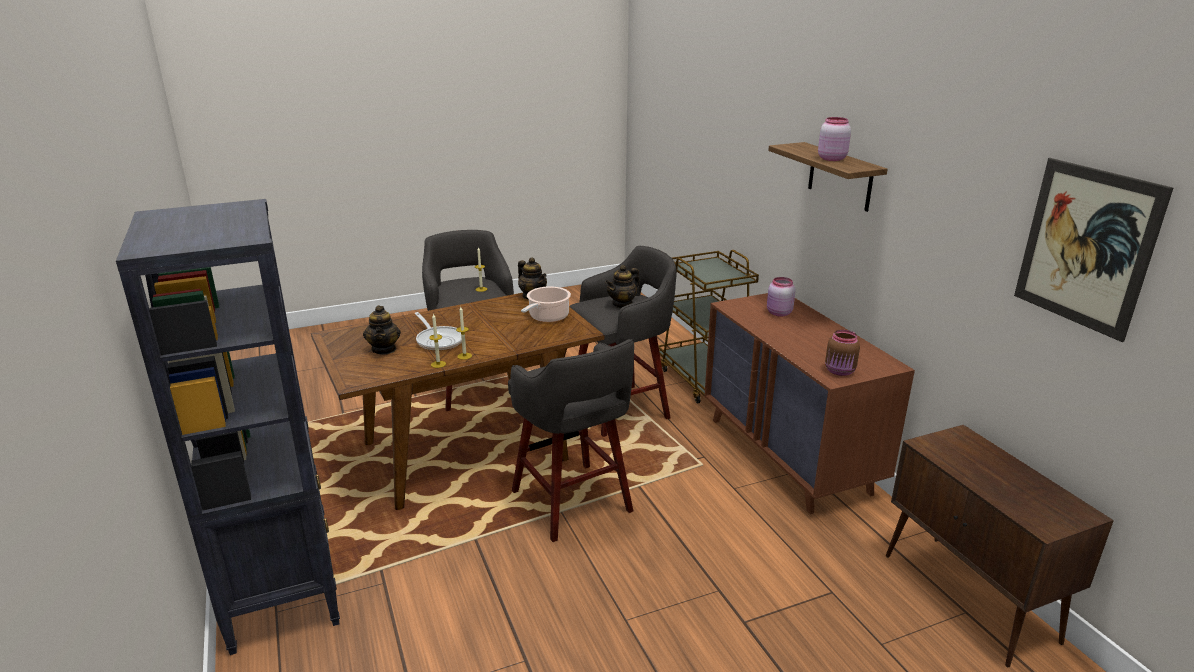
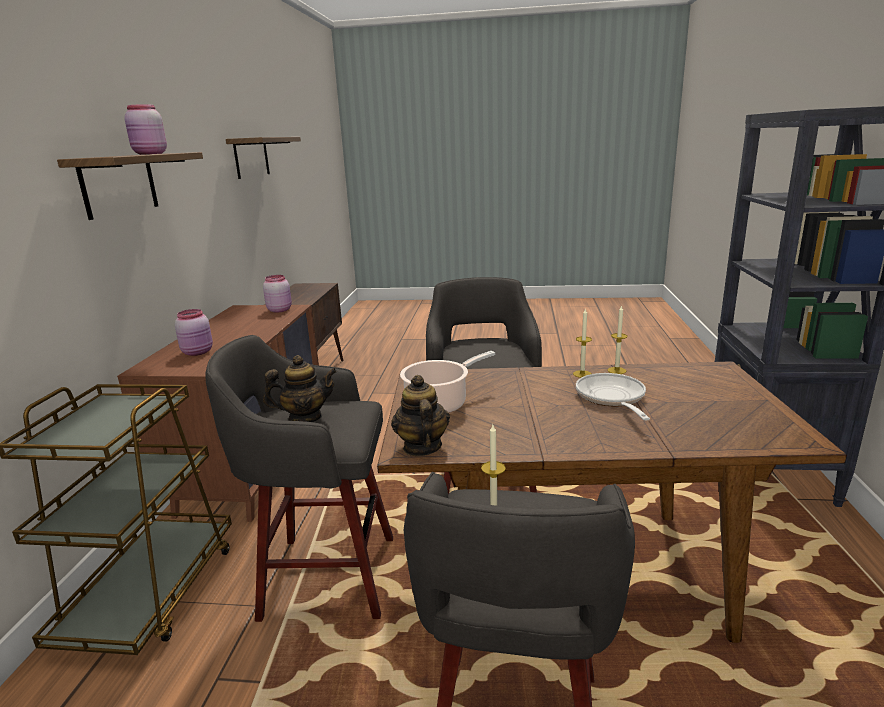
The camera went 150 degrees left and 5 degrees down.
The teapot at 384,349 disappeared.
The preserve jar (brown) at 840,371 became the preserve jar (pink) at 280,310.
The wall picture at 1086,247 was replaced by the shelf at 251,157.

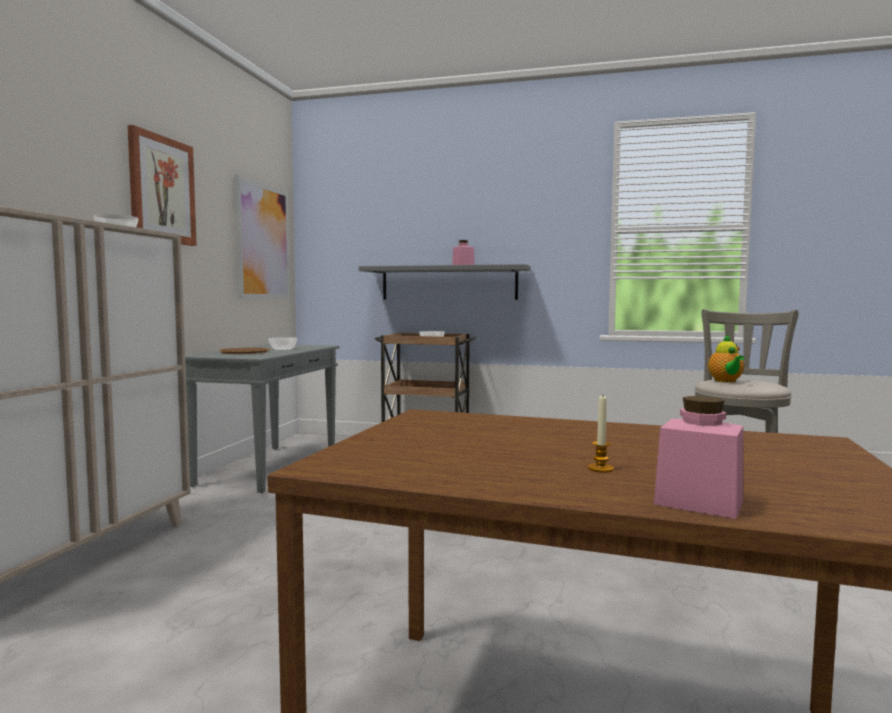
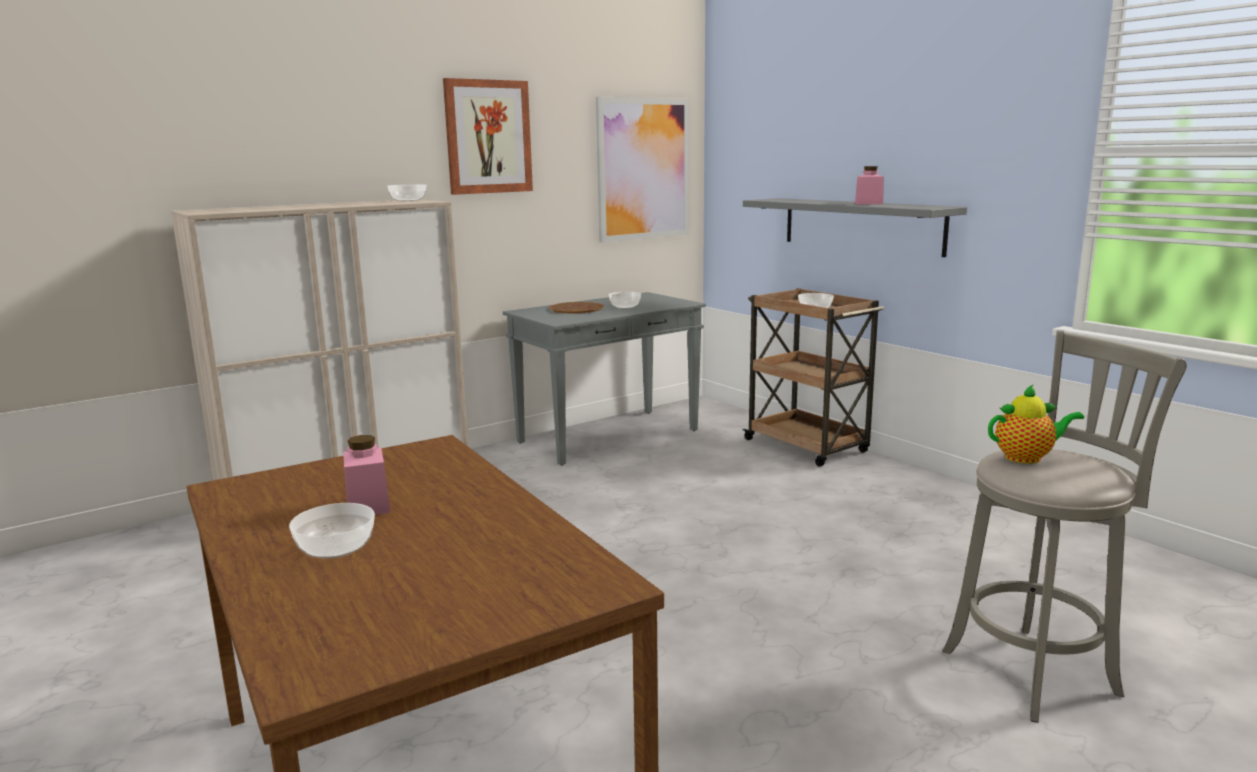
The camera went 40 degrees right and 10 degrees up.
The wax candle at 600,469 was replaced by the bowl at 336,547.
The preserve jar (pink) moved from 698,502 to 368,506.
The teapot at 726,381 turned 135 degrees counterclockwise.

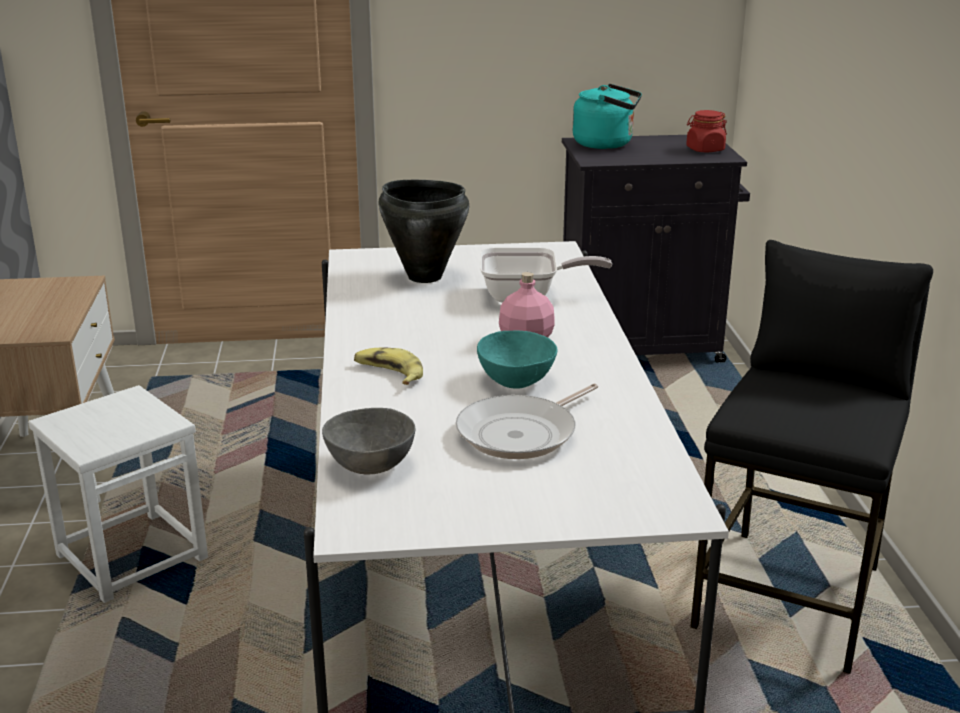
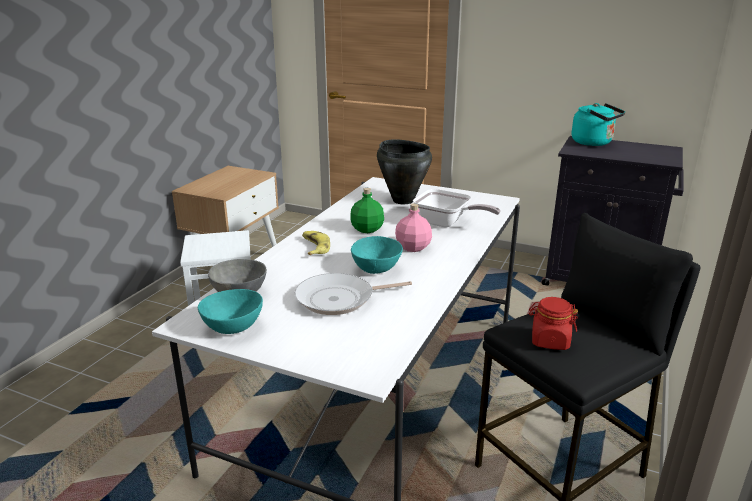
The camera went 30 degrees right and 0 degrees up.
The preserve jar (red) moved from 705,150 to 549,341.
The bowl (turquoise-coloured) at 234,328 appeared.
The beverage bottle (green-coloured) at 367,229 appeared.

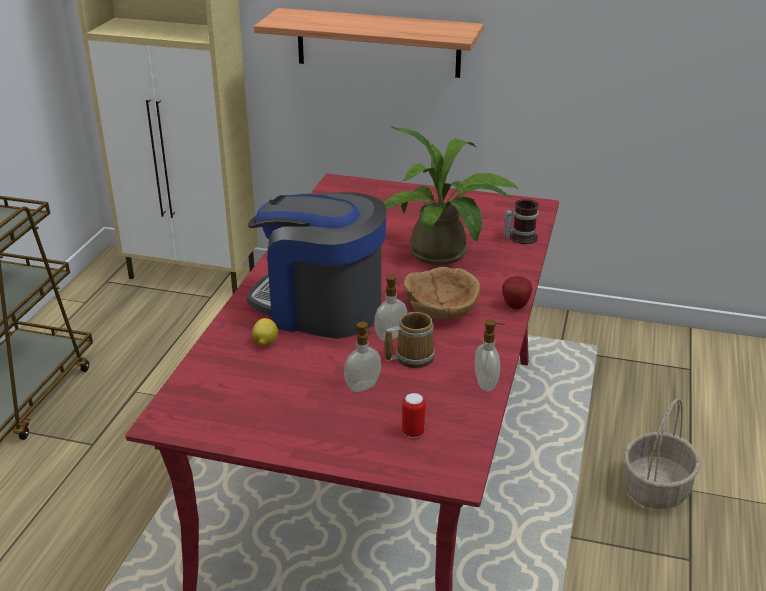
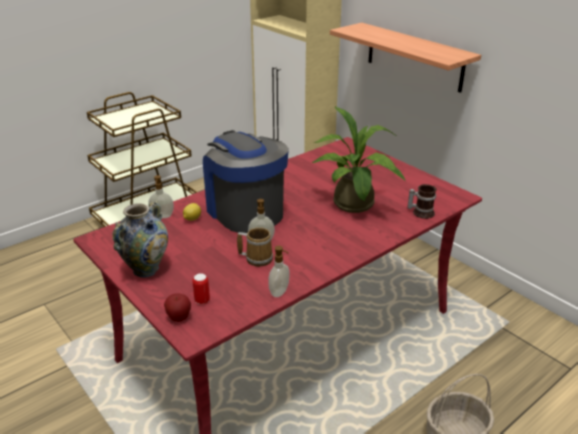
The camera went 35 degrees right and 0 degrees up.
The soap dispenser moved from 363,387 to 162,216.
The bowl (brown) at 441,308 disappeared.
The apple moved from 515,306 to 179,318.
The vase at 146,269 appeared.

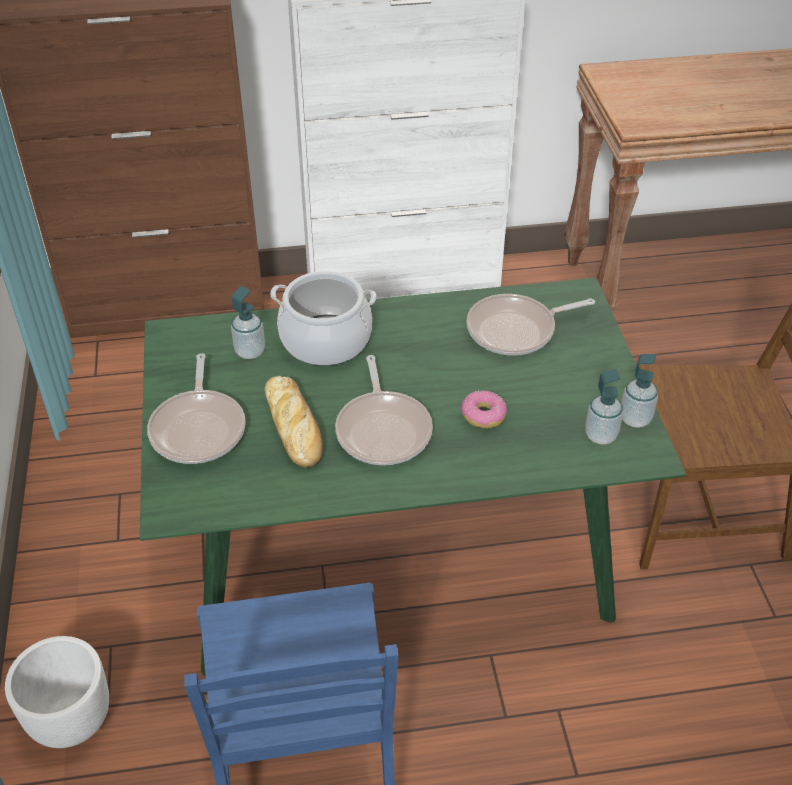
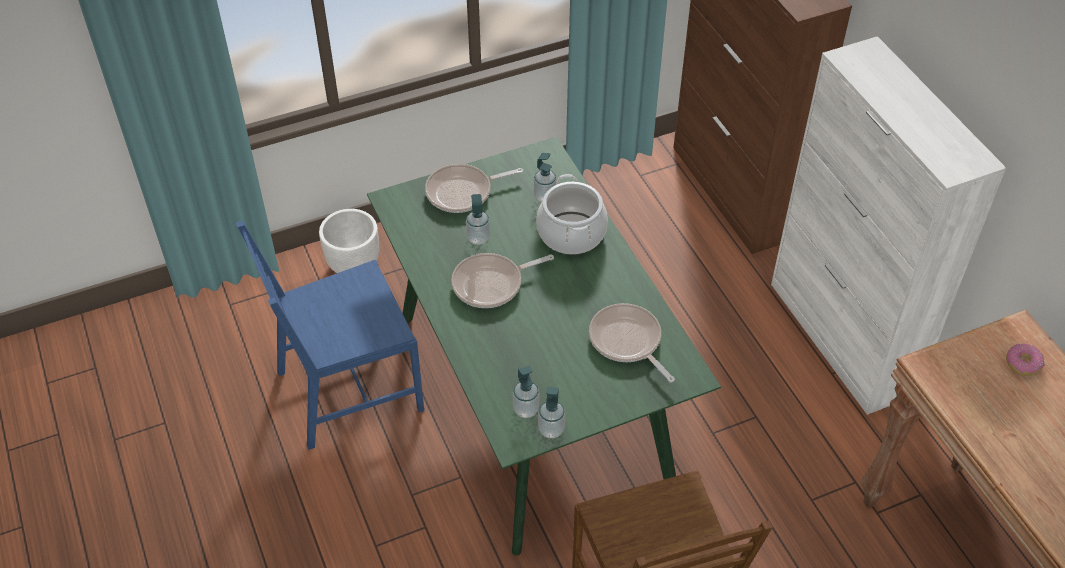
The camera went 75 degrees right and 5 degrees up.
The bread at 294,428 was replaced by the soap dispenser at 478,238.
The ring doughnut moved from 483,415 to 1022,363.

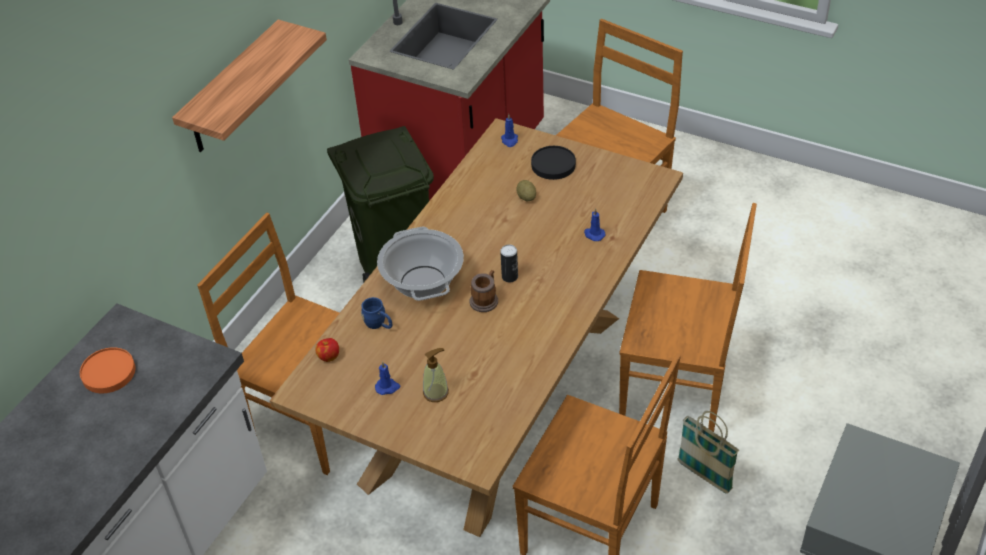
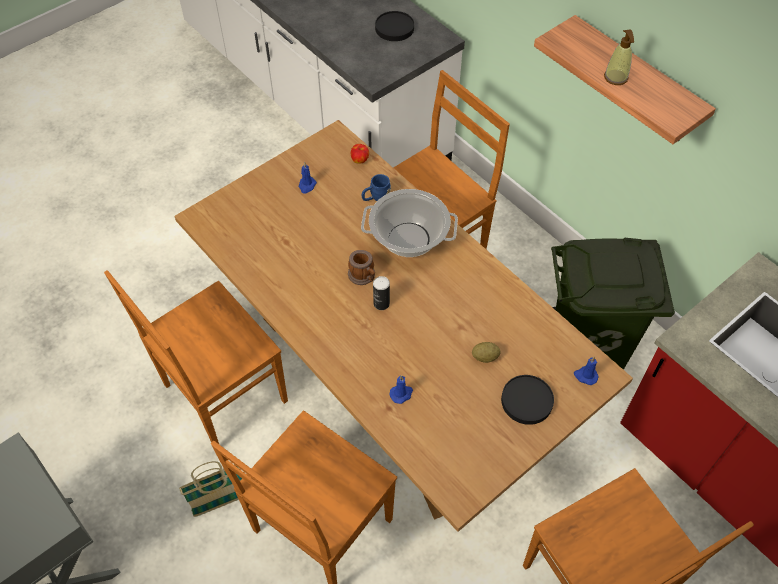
The camera went 110 degrees right and 10 degrees up.
The plate (orangey) at 109,372 became the plate (black) at 394,28.
The soap dispenser moved from 436,392 to 616,77.

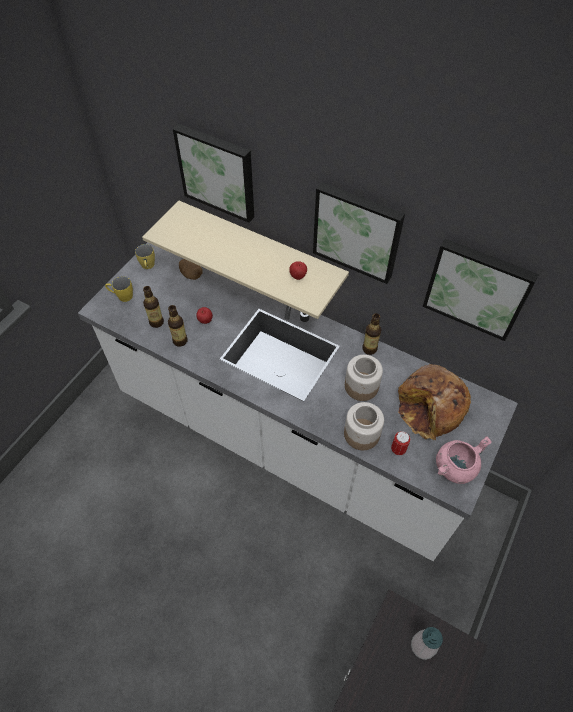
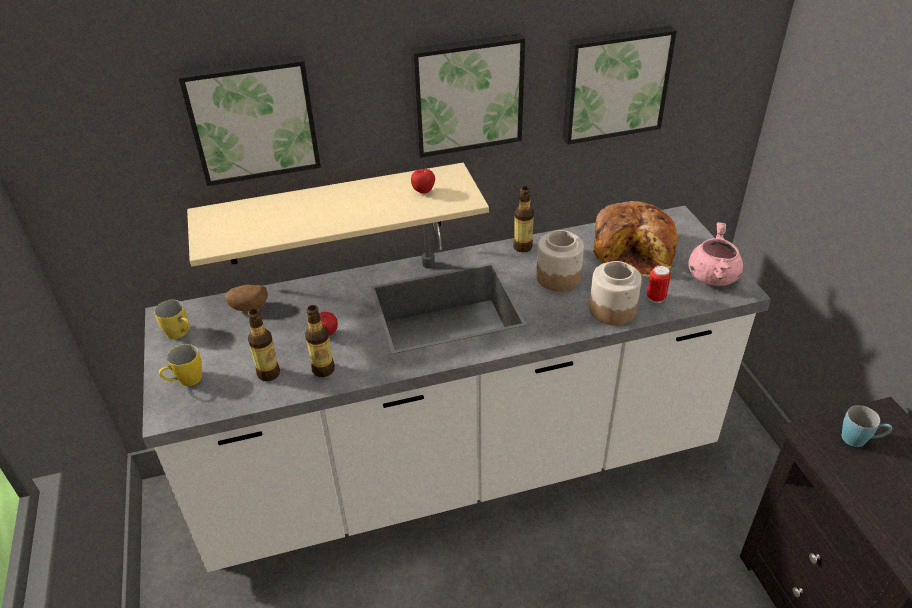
The camera went 45 degrees left and 15 degrees down.
The soap dispenser at 423,646 was replaced by the tea mug (blue-coloured) at 860,440.

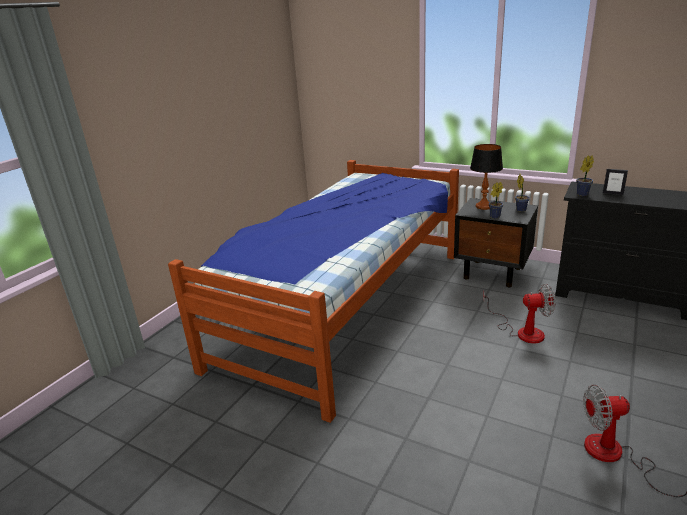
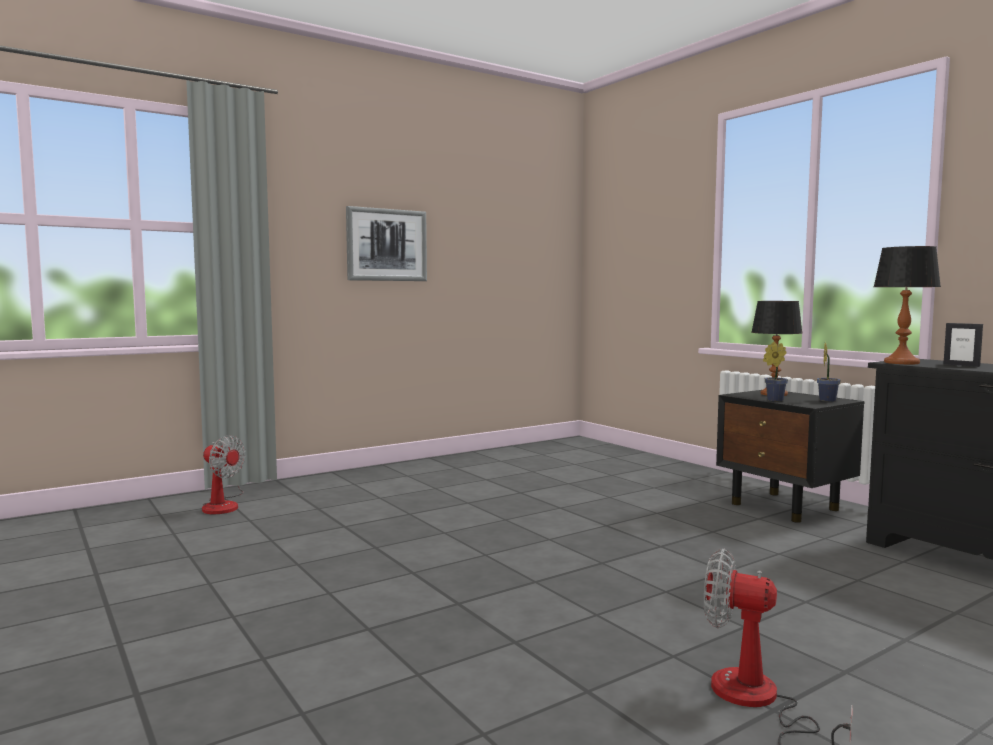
The camera went 25 degrees right and 20 degrees down.
The bed at 344,305 disappeared.
The cooling fan moved from 522,331 to 223,505.
The houseplant at 581,195 was replaced by the tabletop lamp at 902,362.
The wall picture at 387,245 appeared.

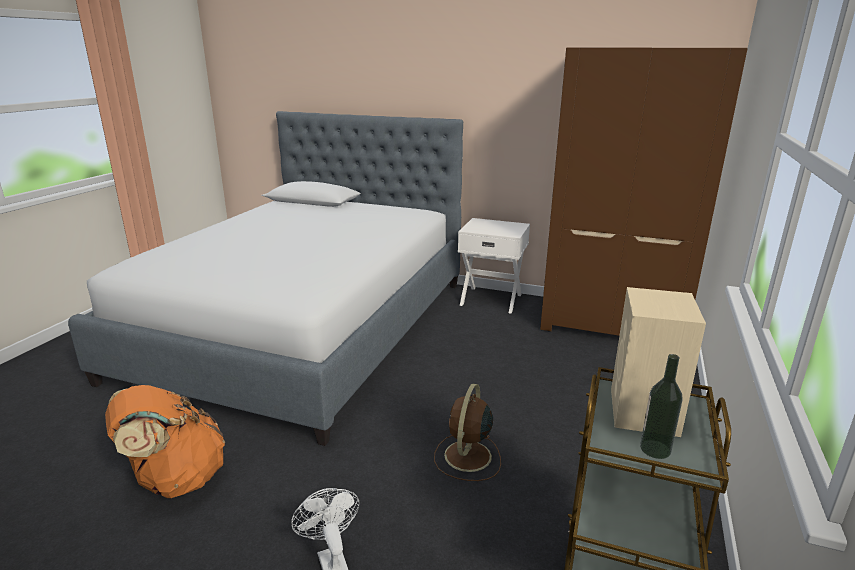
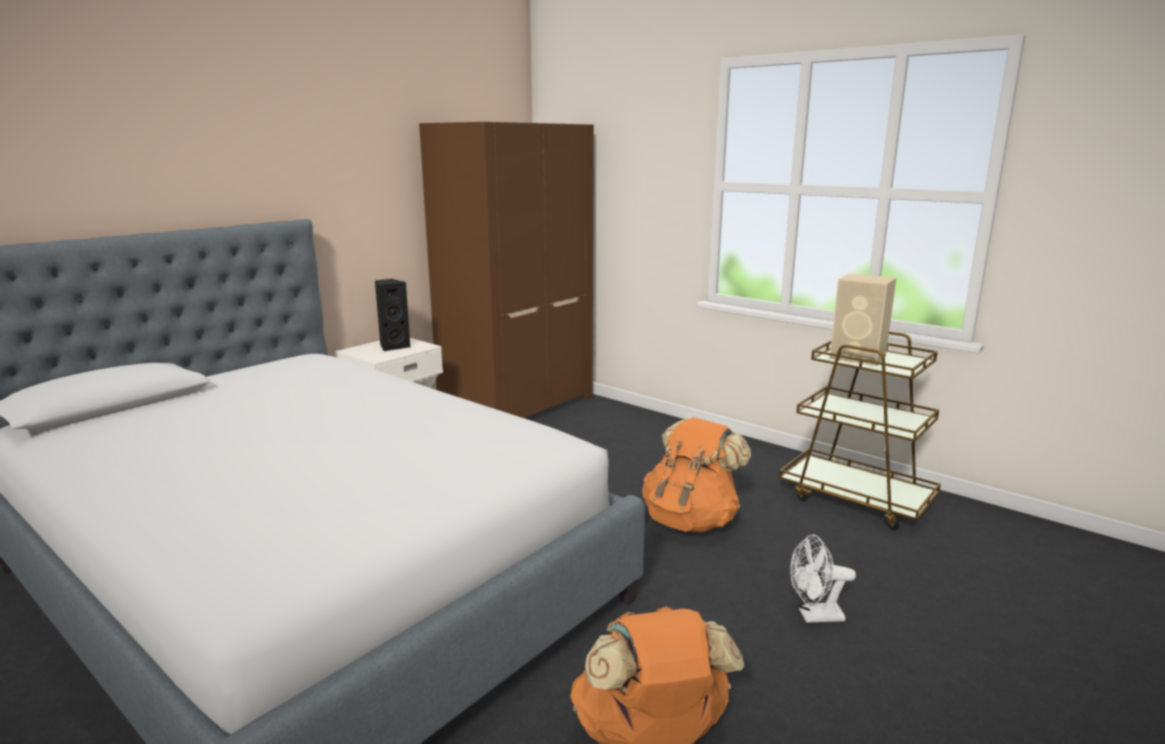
The camera went 70 degrees left and 5 degrees down.
The cooling fan (brown) at 467,457 was replaced by the knapsack (orangey) at 691,520.
The beverage bottle at 655,449 disappeared.
The loudspeaker (black) at 393,346 appeared.

